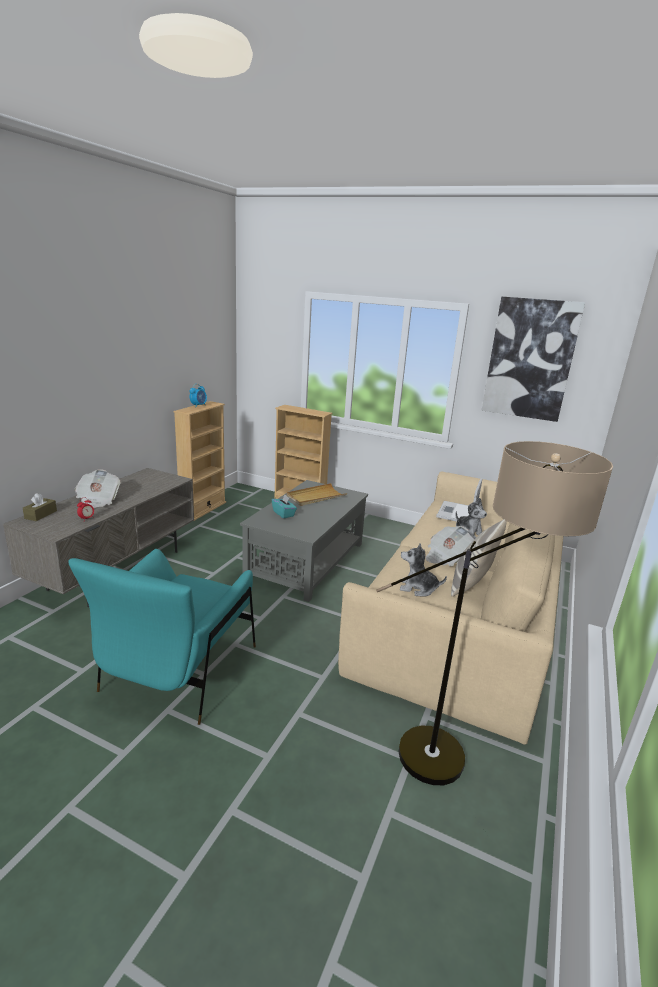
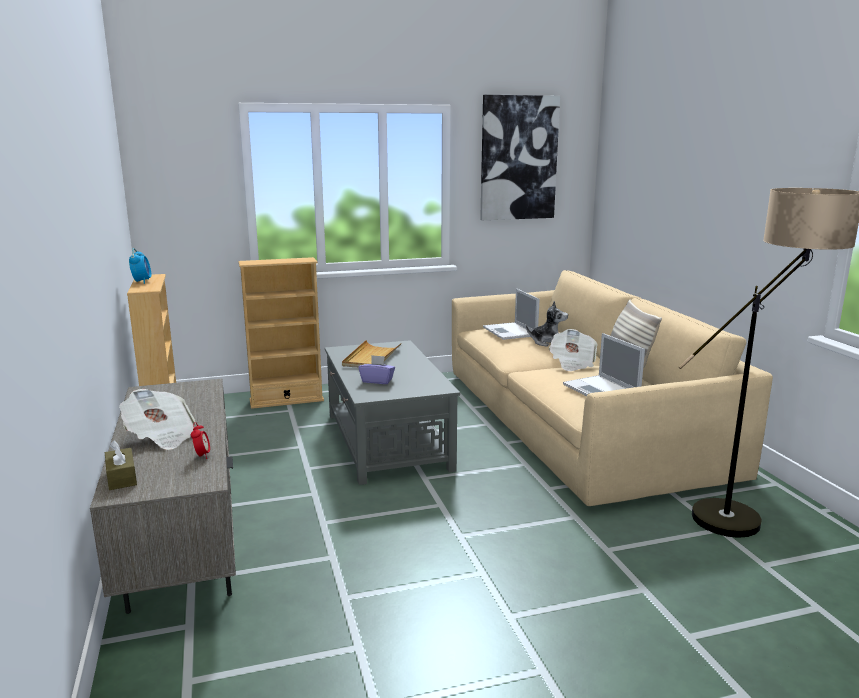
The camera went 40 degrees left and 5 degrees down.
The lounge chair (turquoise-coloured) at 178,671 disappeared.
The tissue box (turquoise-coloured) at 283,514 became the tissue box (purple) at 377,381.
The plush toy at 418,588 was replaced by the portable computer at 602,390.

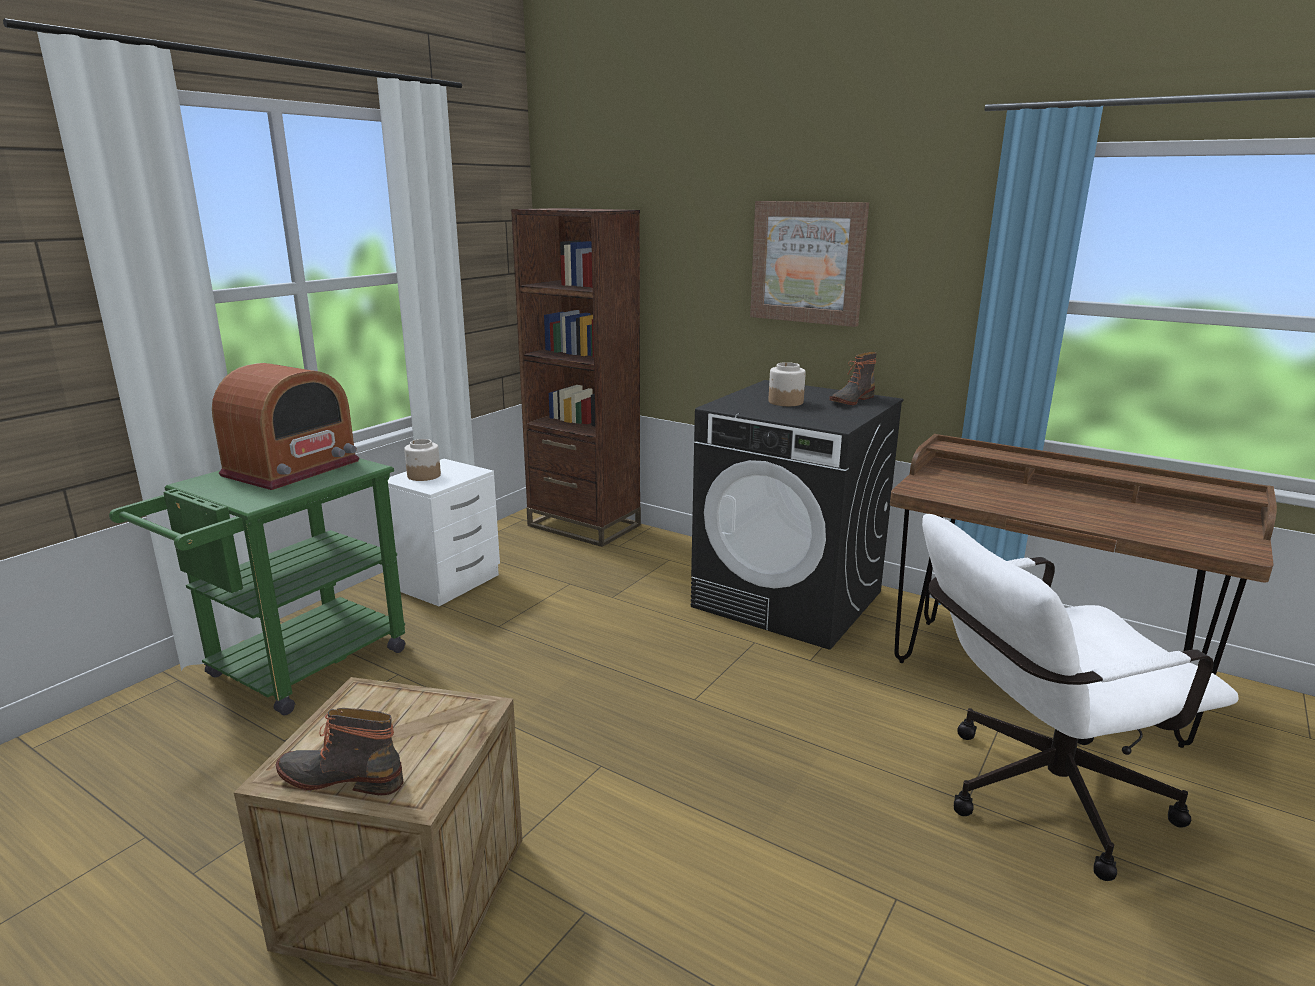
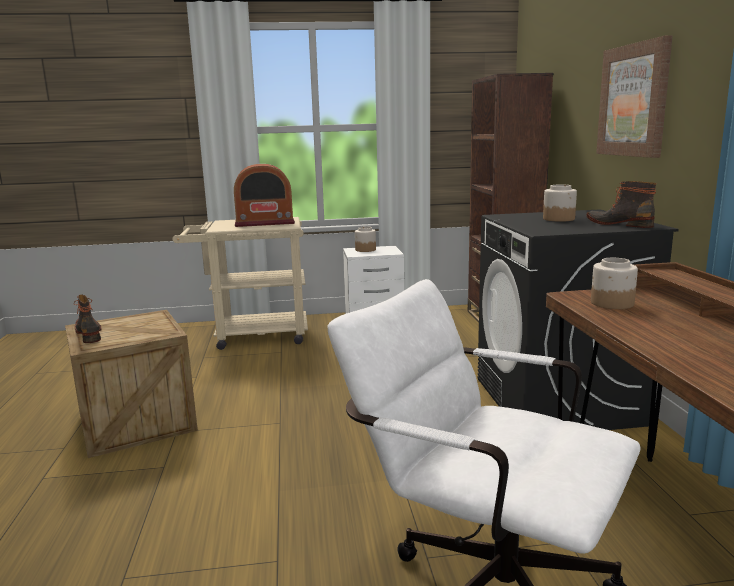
The camera went 50 degrees right and 5 degrees down.
The wheeled cart (green-coloured) at 294,670 became the wheeled cart (beige-coloured) at 252,335.
The high-top boot at 851,400 turned 45 degrees clockwise.
The preserve jar at 611,303 appeared.

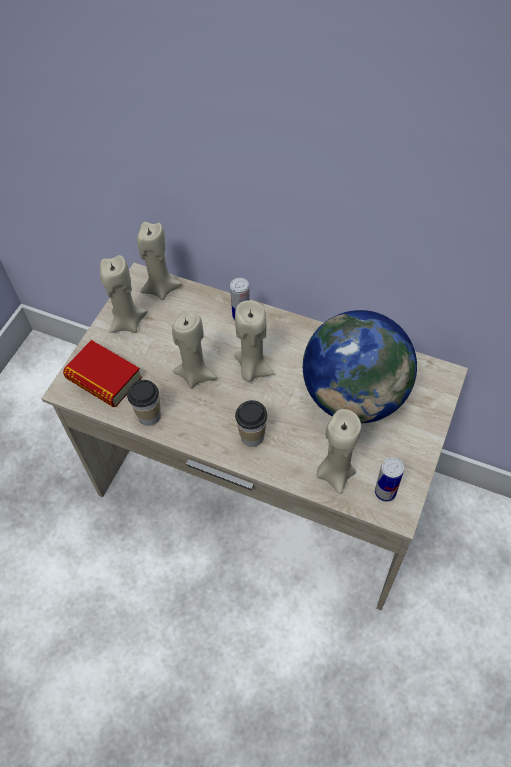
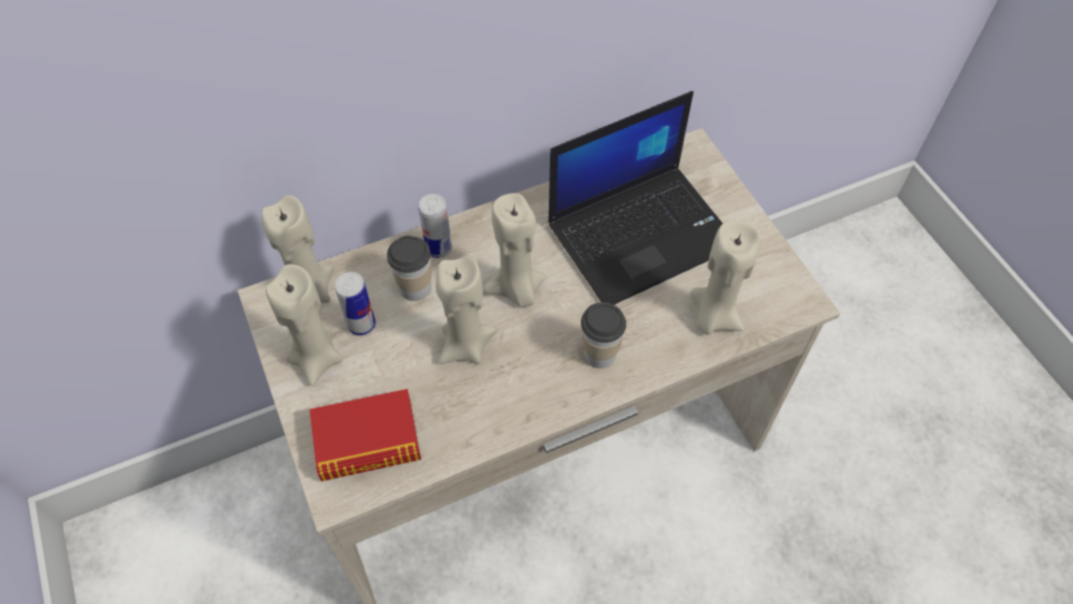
The camera went 50 degrees left and 0 degrees up.
The cup moved from 149,415 to 415,288.
The world globe at 354,396 was replaced by the portable computer at 642,233.
The sealed can moved from 385,492 to 362,325.

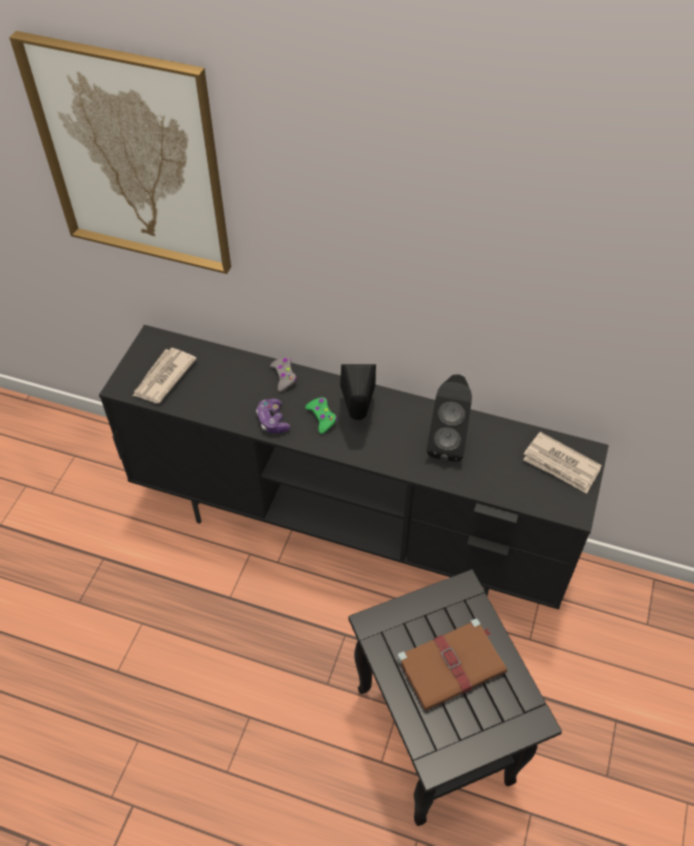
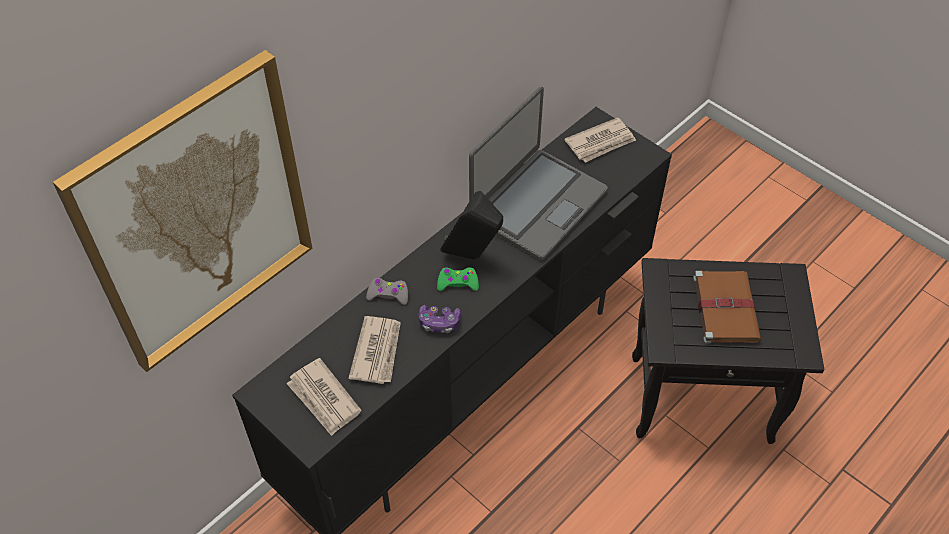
The camera went 65 degrees left and 0 degrees up.
The loudspeaker (black) at 447,442 was replaced by the portable computer at 537,204.
The daily paper at 377,351 appeared.

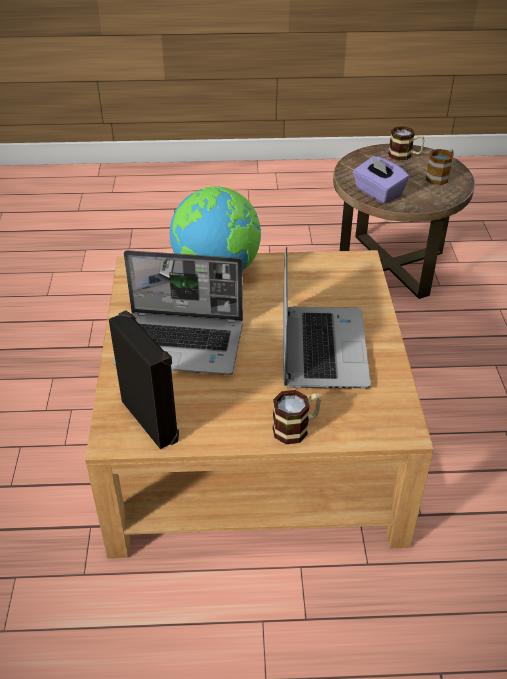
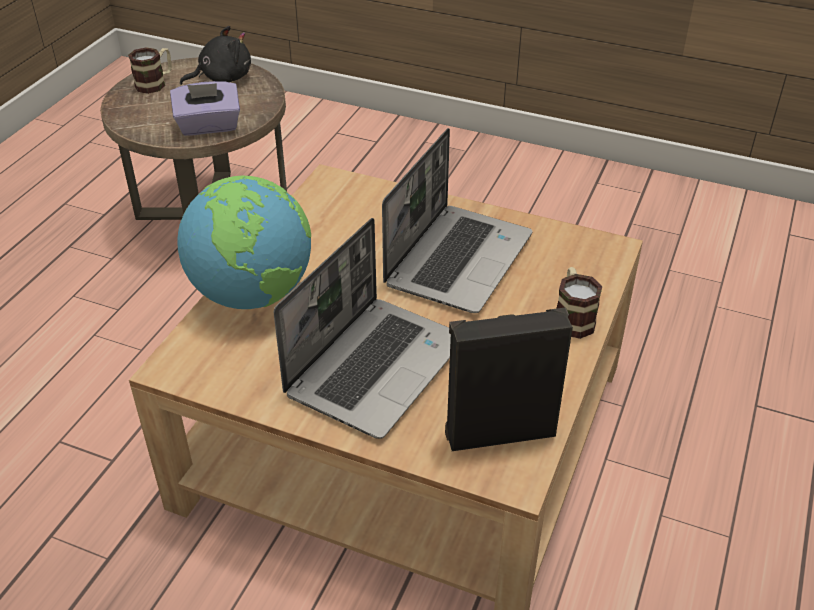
The camera went 65 degrees left and 0 degrees up.
The portable computer at 321,348 turned 90 degrees clockwise.
The tea mug at 439,176 was replaced by the plush toy (black) at 222,78.

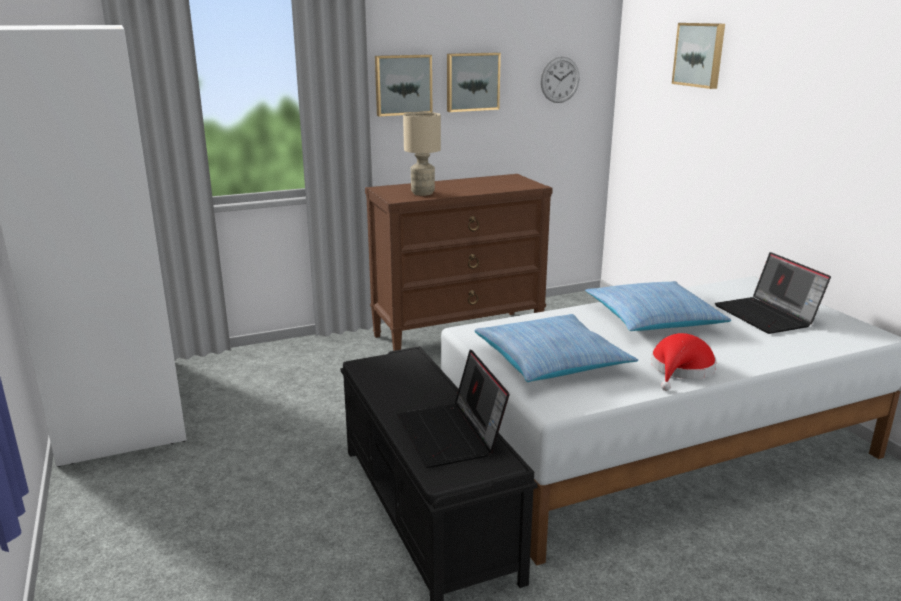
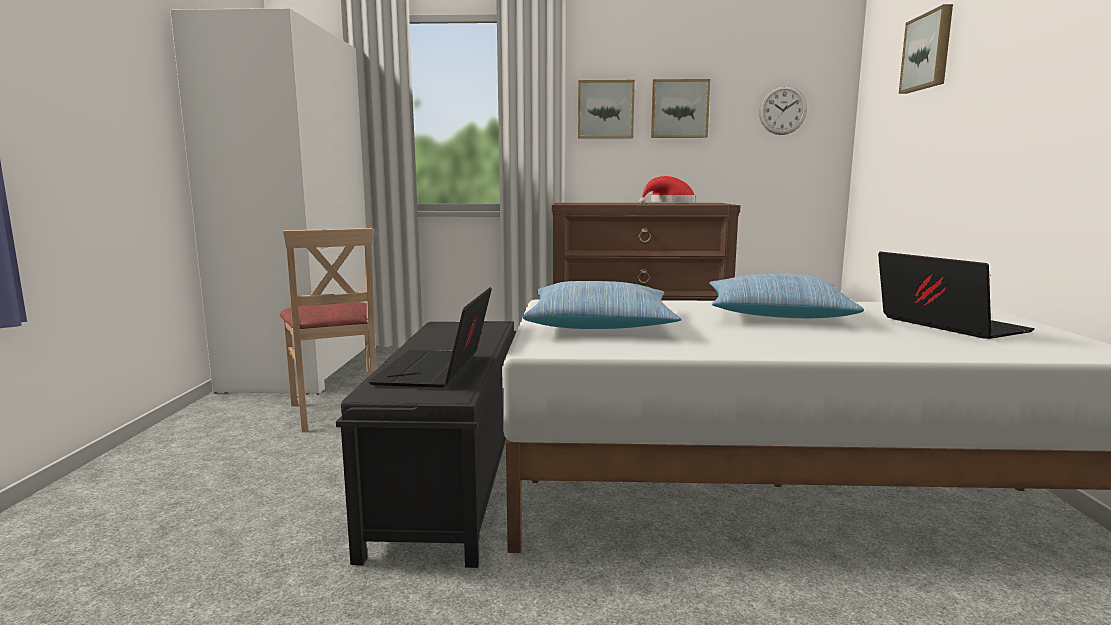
The camera went 25 degrees right and 10 degrees down.
The tabletop lamp (beige-coloured) at 423,193 disappeared.
The hat (red) moved from 680,370 to 669,203.
The portable computer at 767,316 turned 150 degrees clockwise.
The plain chair (beige-coloured) at 337,411 appeared.

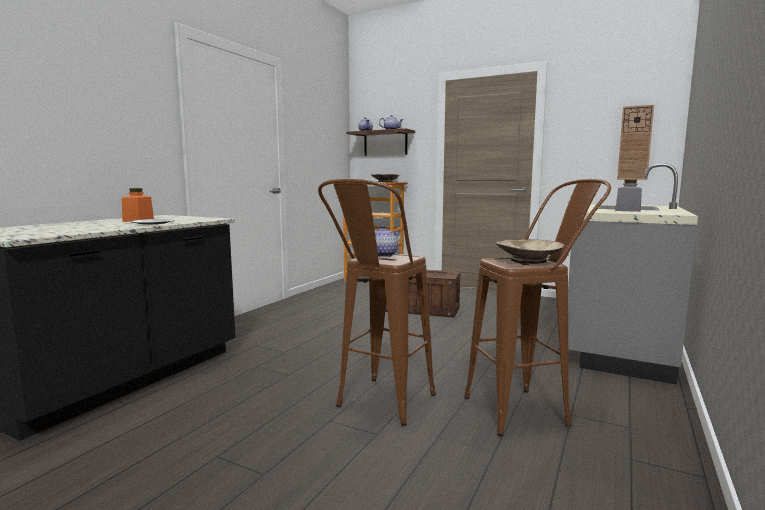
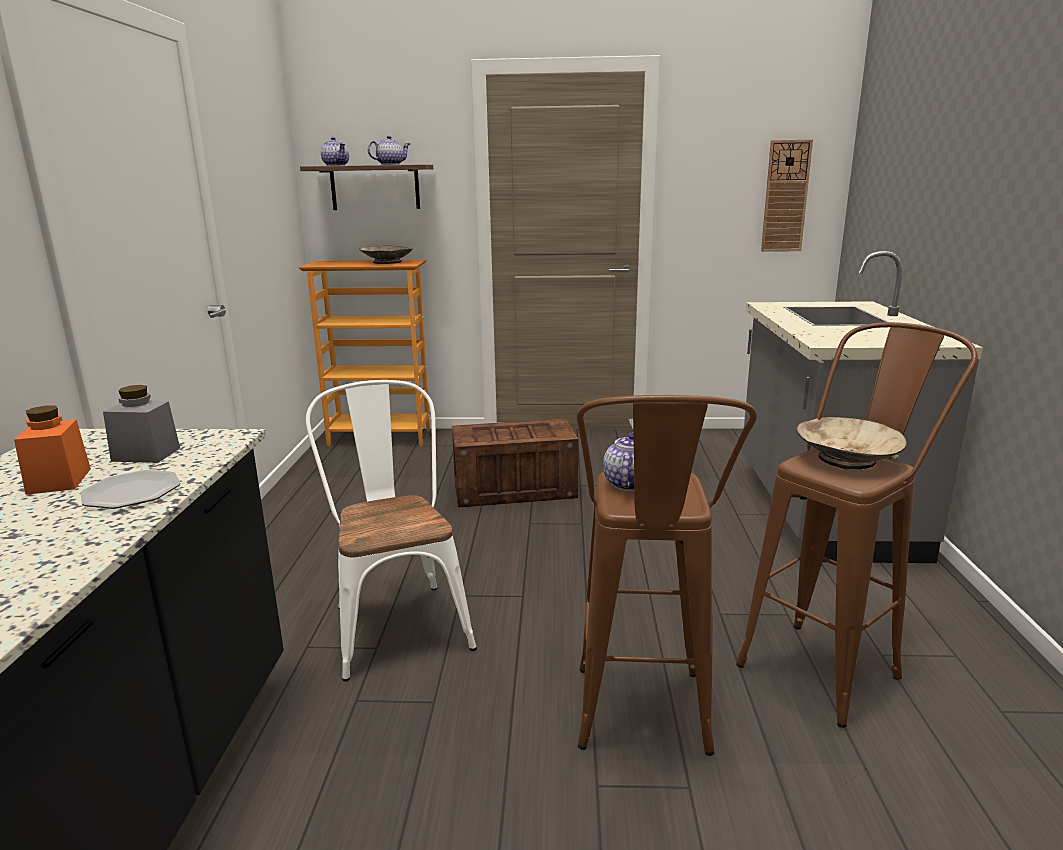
The camera went 25 degrees left and 10 degrees up.
The preserve jar (gray) moved from 628,210 to 146,454.
The plain chair (white) at 397,621 appeared.

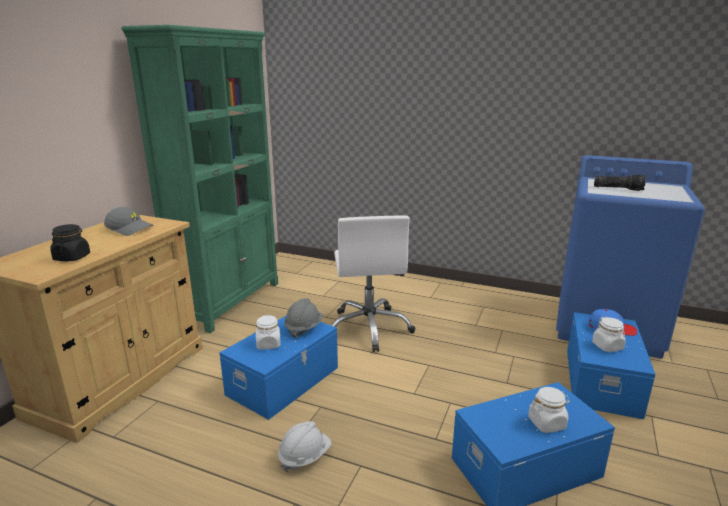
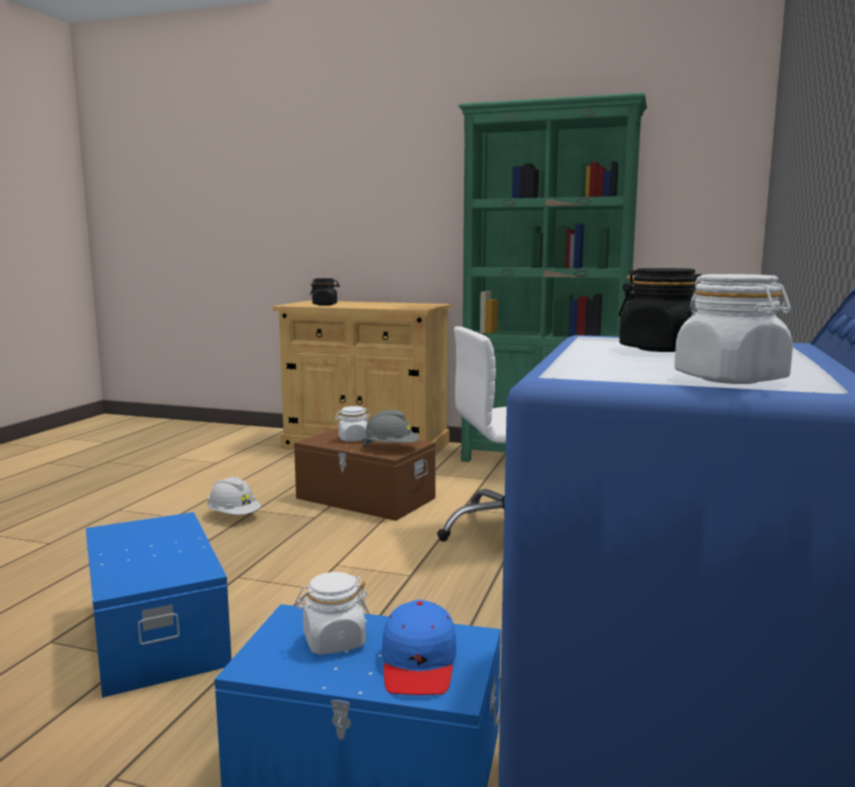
The camera went 85 degrees right and 10 degrees down.
The cap (gray) at 130,229 disappeared.
The storage container (blue-coloured) at 285,381 became the storage container (brown) at 365,499.
The preserve jar (white) moved from 547,423 to 730,379.
The flashlight at 618,188 was replaced by the preserve jar (black) at 661,349.

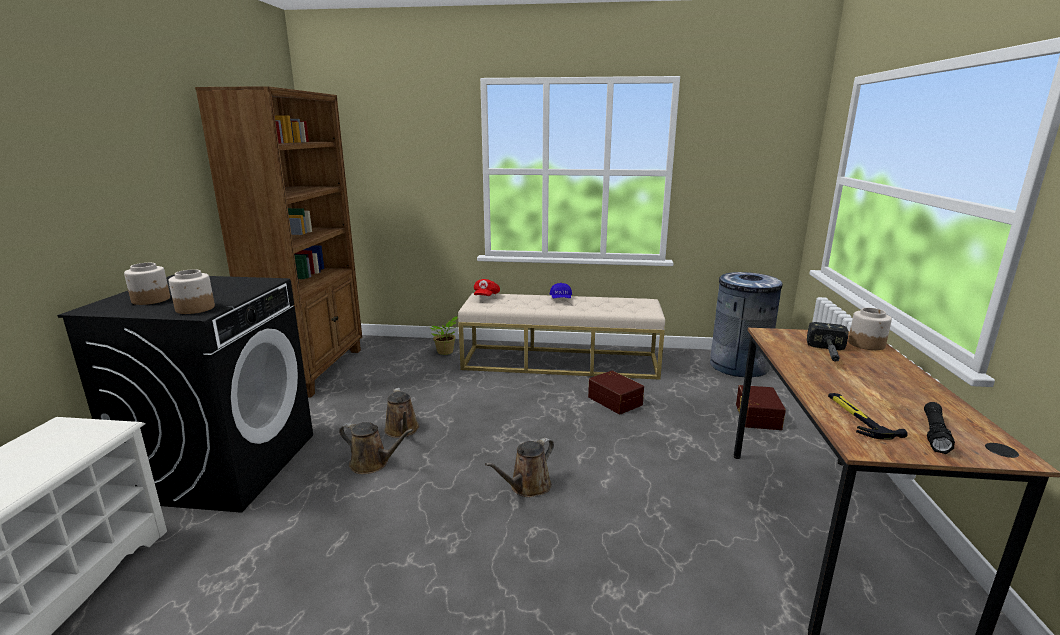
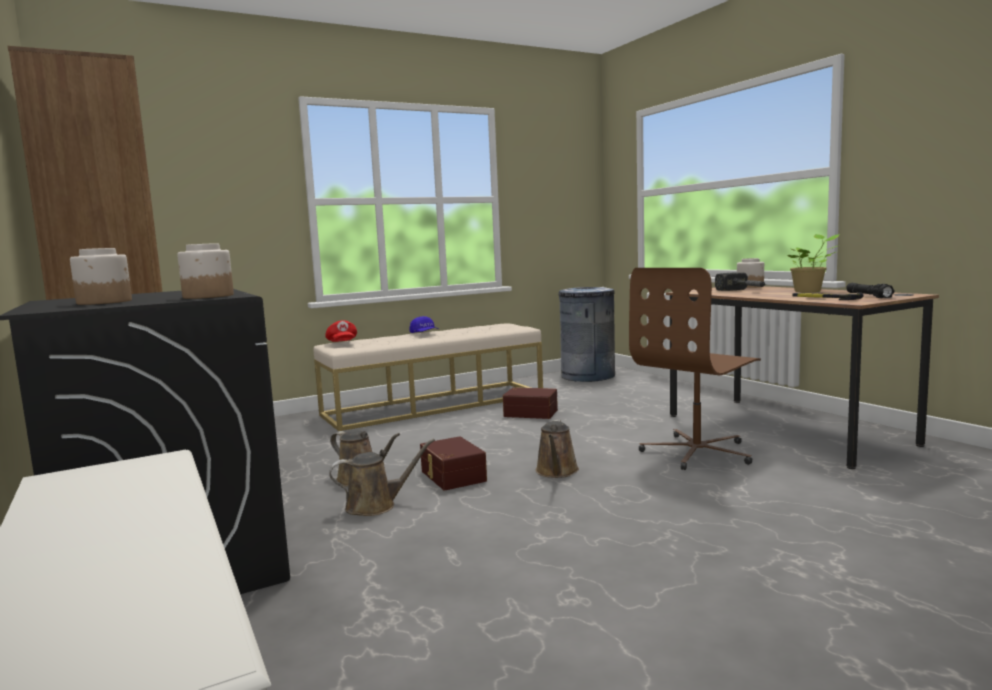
The camera went 35 degrees left and 10 degrees down.
The houseplant moved from 446,352 to 809,291.
The storage container (brown) moved from 756,416 to 451,476.
The office chair (brown) at 698,452 appeared.

